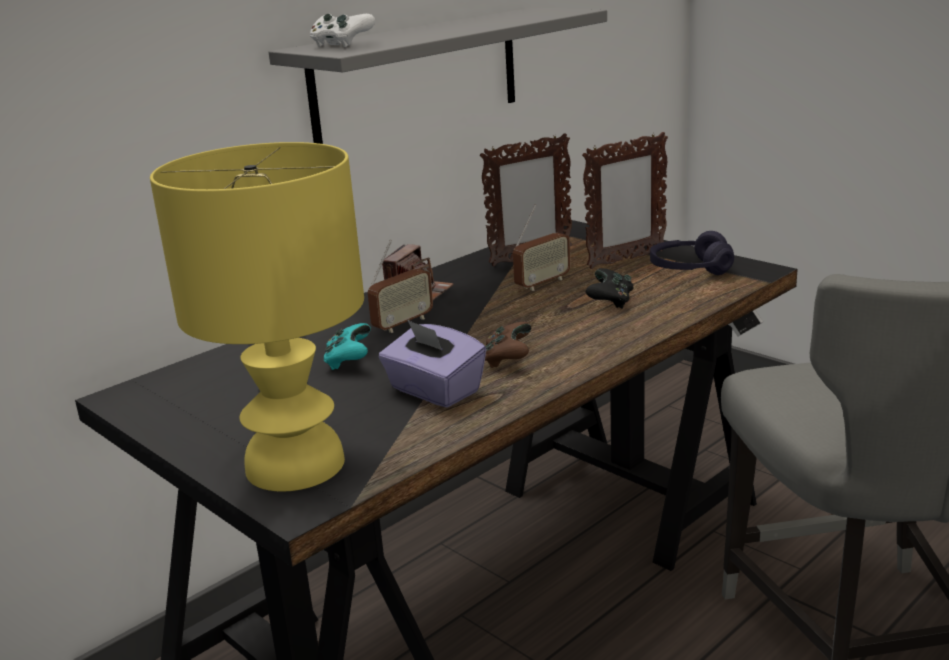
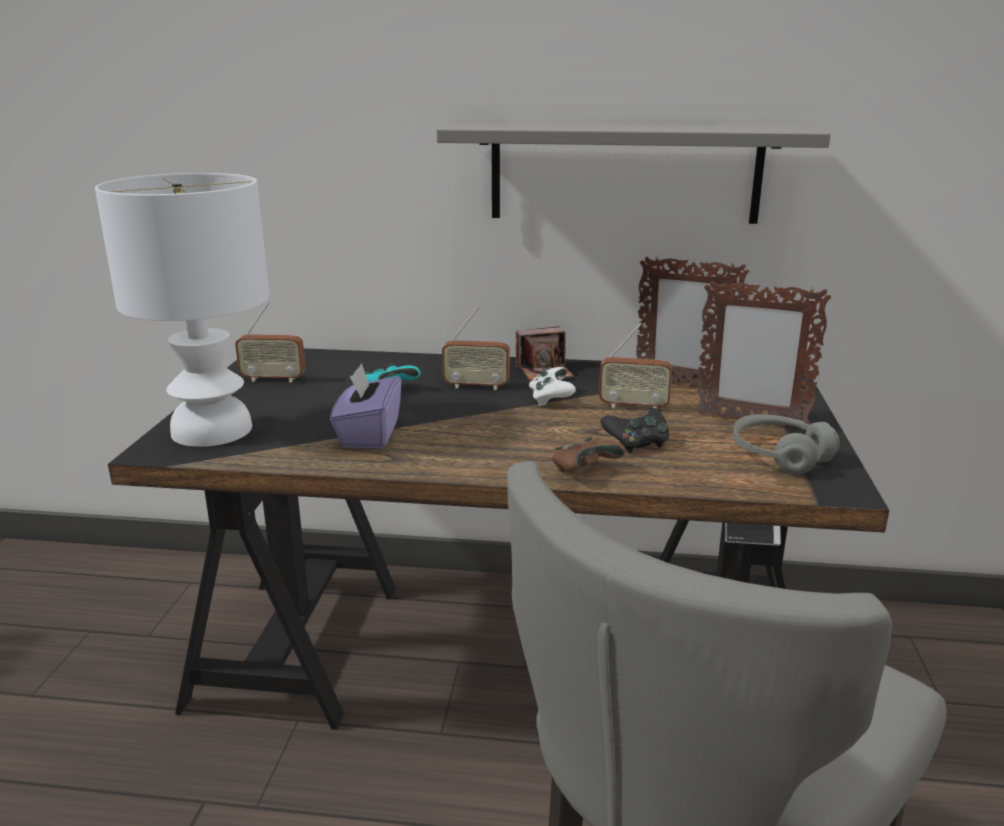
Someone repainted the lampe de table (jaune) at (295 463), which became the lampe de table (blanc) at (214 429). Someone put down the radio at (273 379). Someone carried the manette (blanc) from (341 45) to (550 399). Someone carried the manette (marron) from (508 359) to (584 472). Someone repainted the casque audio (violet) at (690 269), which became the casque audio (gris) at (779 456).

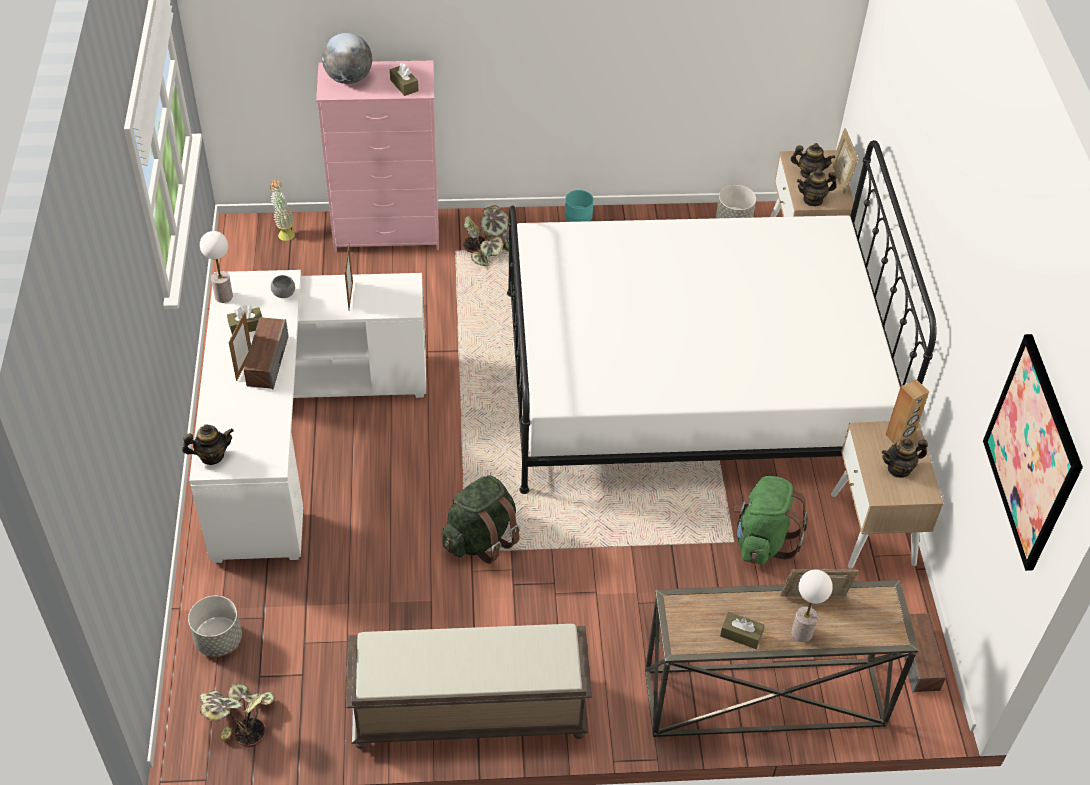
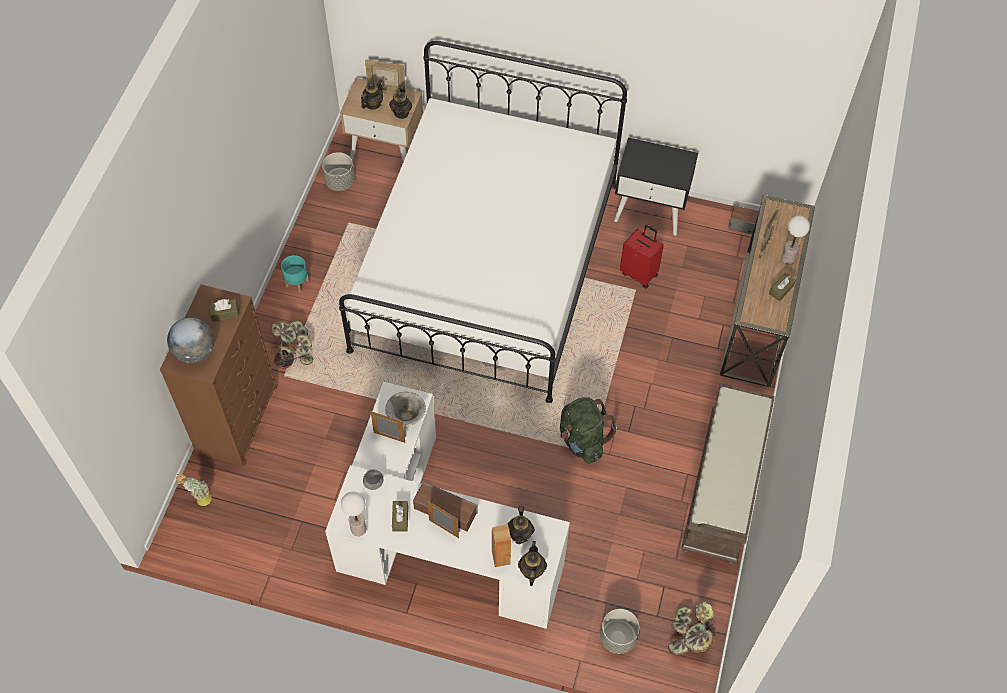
Someone repainted the commode (rose) at (388 232), which became the commode (marron) at (237 419). Someone put down the bol at (406 418). Someone carried the enceinte (marron) from (899 437) to (501 557). Someone carried the théière from (899 469) to (520 534). Someone repainted the table de chevet (beige) at (873 529), which became the table de chevet (noir) at (650 210). Someone swapped the sac à dos (vert) at (762 540) for the valise (rouge) at (639 273). Someone took away the tableau at (1032 452).

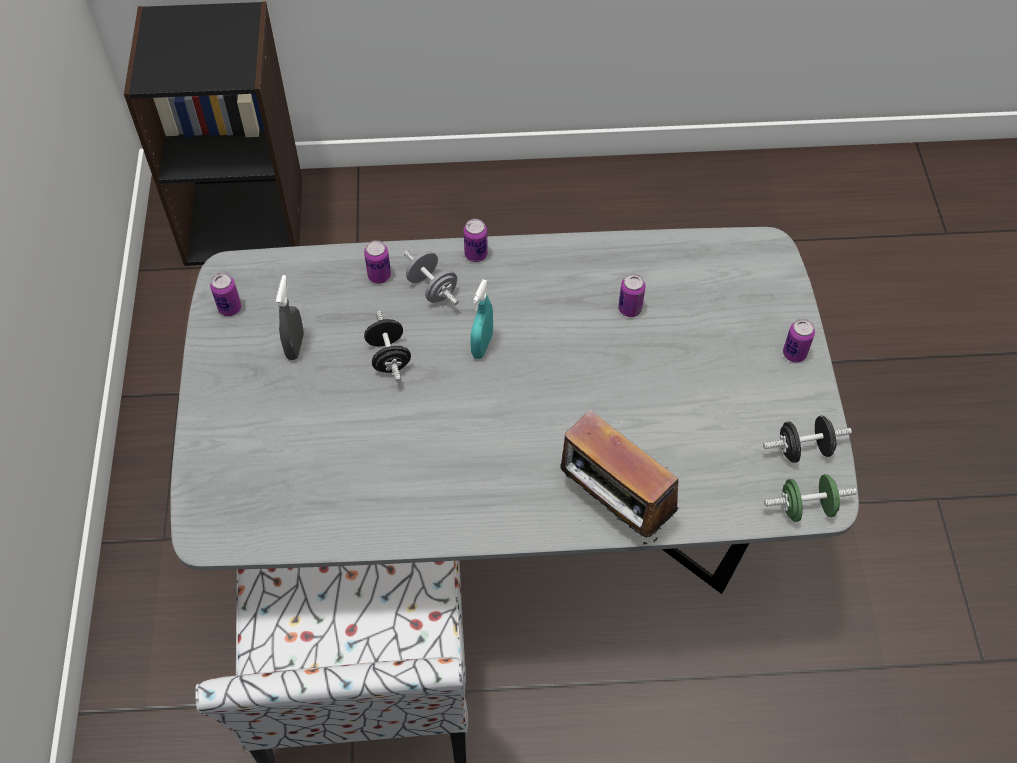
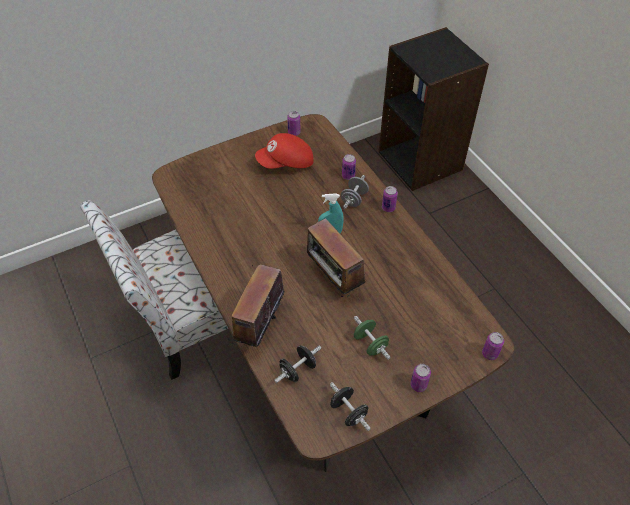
Someone repainted the table à manger (gris) at (509 518), which became the table à manger (marron) at (316 344). Someone swapped the vaporisateur (gris) at (295 346) for the casquette (rouge) at (286 163). Someone carried the haltère (noir) from (389 357) to (298 370). Someone put down the radio at (333 279). Someone carried the haltère (vert) from (806 508) to (370 344). Someone carried the boîte métallique from (630 309) to (489 353).

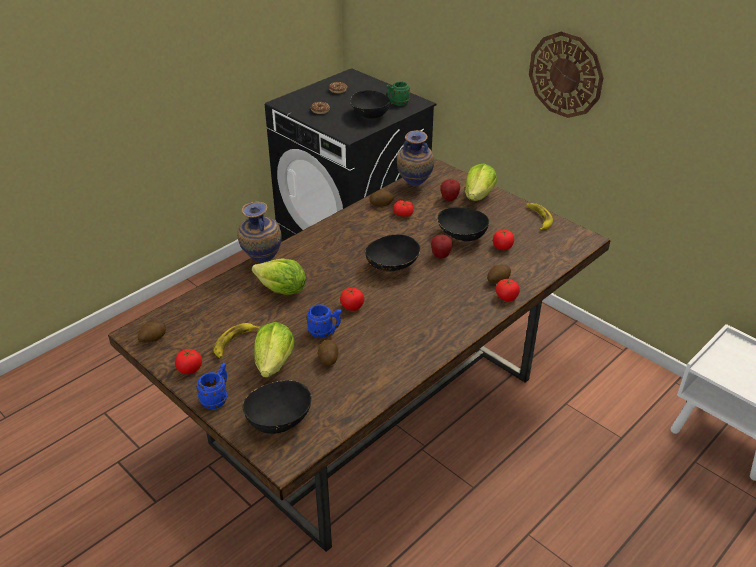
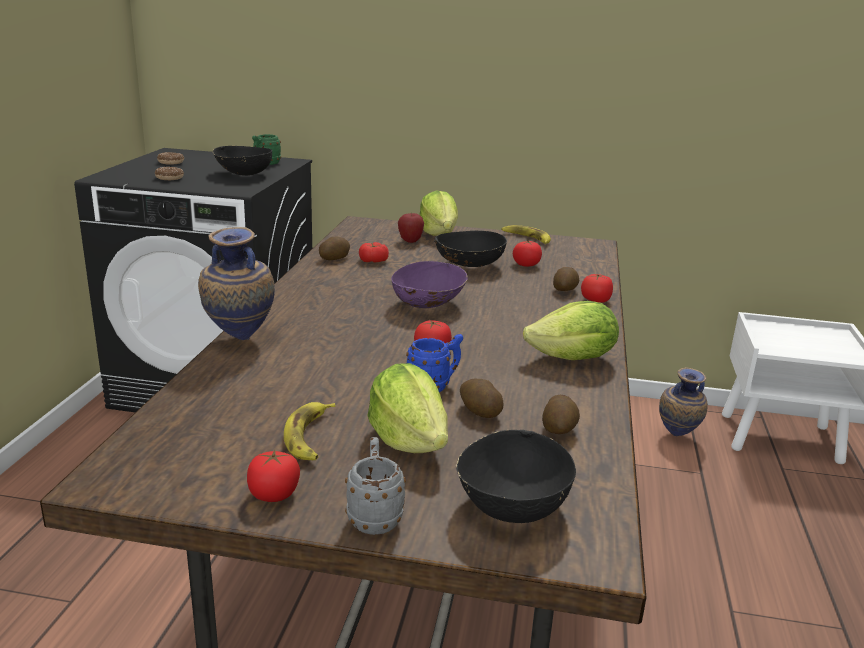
Someone repainted the mug (bleu) at (217 398), which became the mug (gris) at (374 516). Someone repainted the bol (noir) at (392 266), which became the bol (violet) at (428 305). Someone carried the laitue from (282 290) to (573 359). Someone carried the pomme de terre from (153 339) to (559 429). Someone carried the vase from (414 187) to (677 437). Someone took away the pomme at (441 256). Someone took away the horloge murale at (565 75).

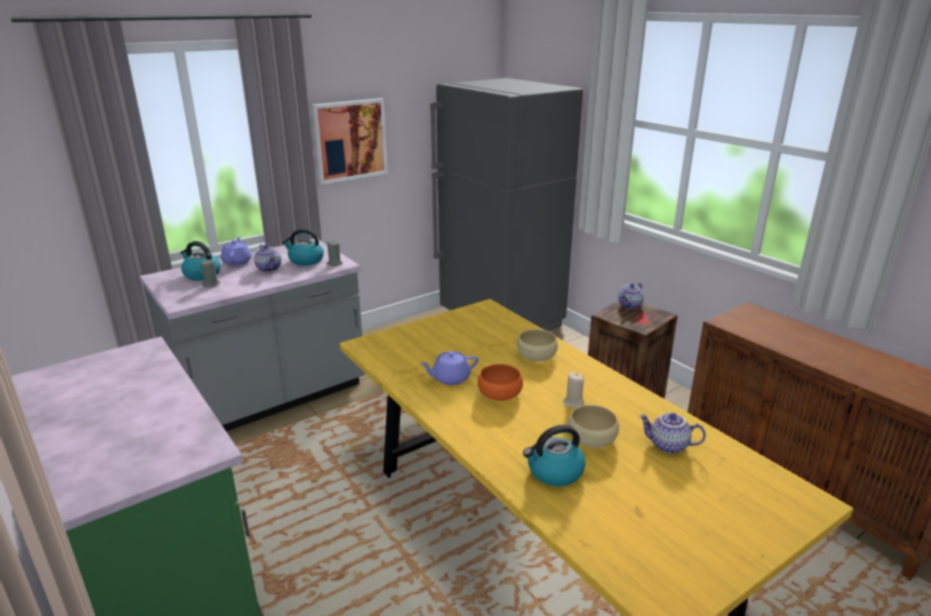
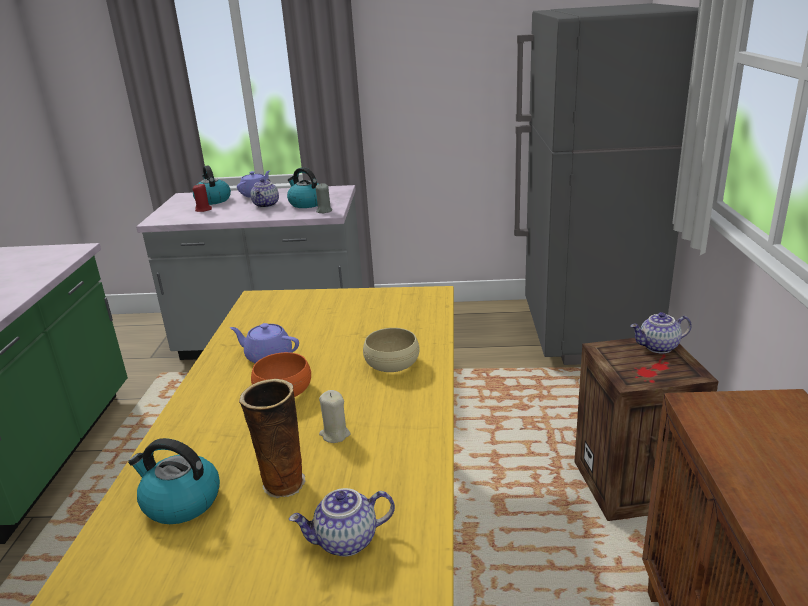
Someone repainted the bougie (gris) at (211 284), which became the bougie (rouge) at (203 209). Someone swapped the bol (beige) at (592 438) for the vase at (282 484). Someone rotated the théière at (668 446) by 75 degrees counterclockwise. Someone took away the tableau at (350 140).

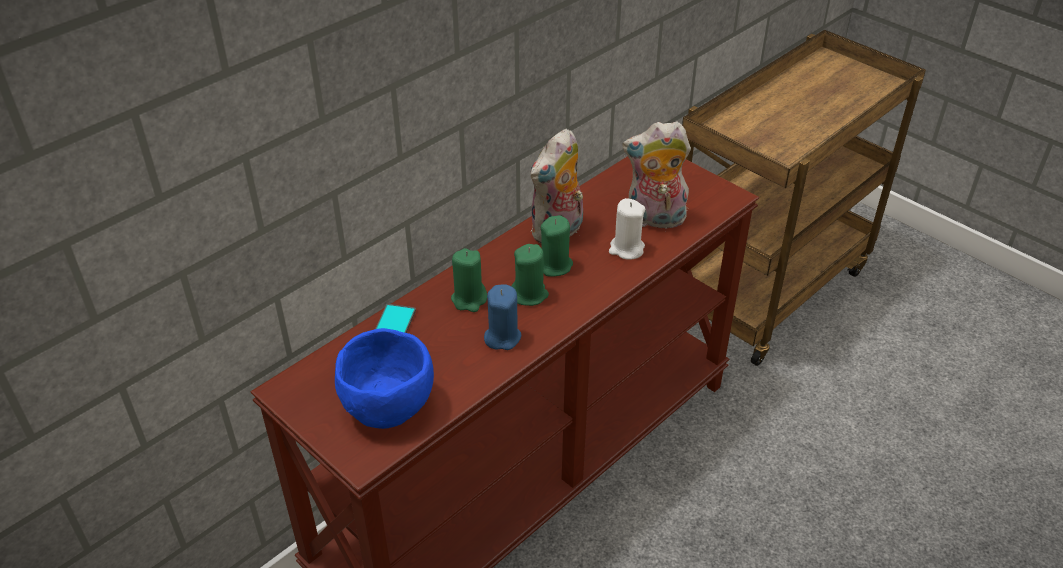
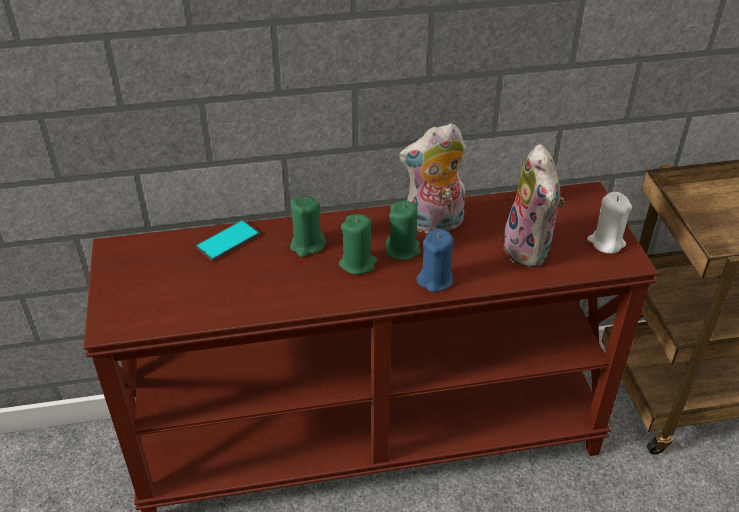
Someone carried the bougie (bleu) from (502 337) to (435 280). Someone rotated the peluche at (654 220) by 135 degrees counterclockwise. Someone carried the bougie (blanc) from (626 249) to (606 242). Someone took away the bol (bleu) at (389 405).

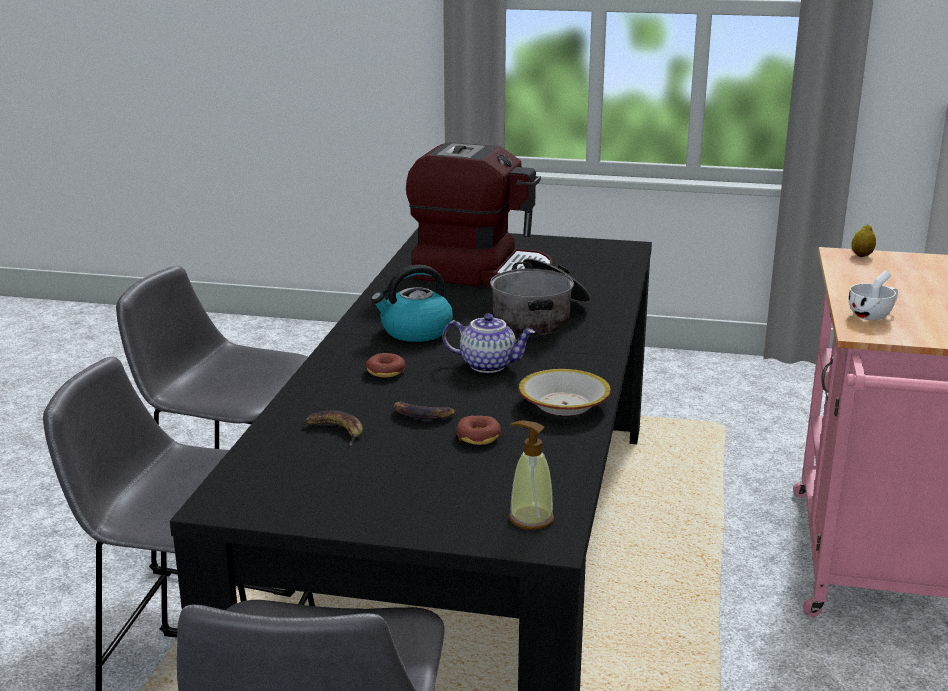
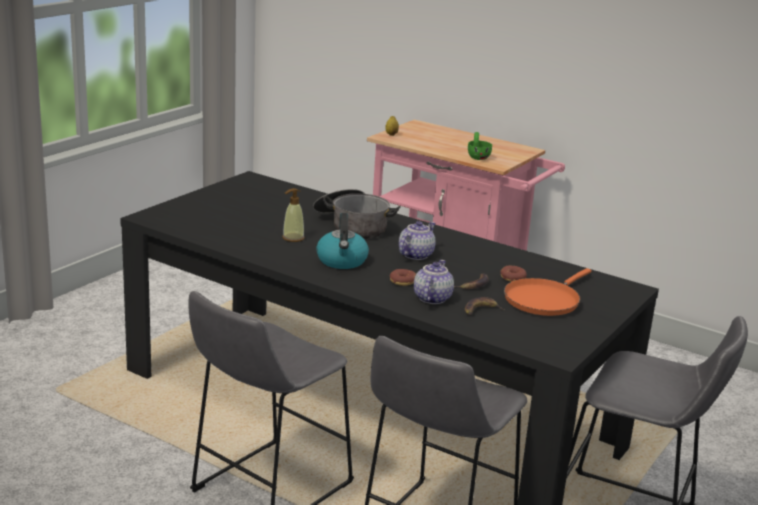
Someone carried the distributeur de savon from (530 518) to (293 238). Someone put down the théière at (431 298). Someone repainted the tasse (blanc) at (873 315), which became the tasse (vert) at (478 157). Someone put down the poêle (orange) at (544 300). Someone took away the machine à café at (481 272). Someone took away the bol at (564 405).

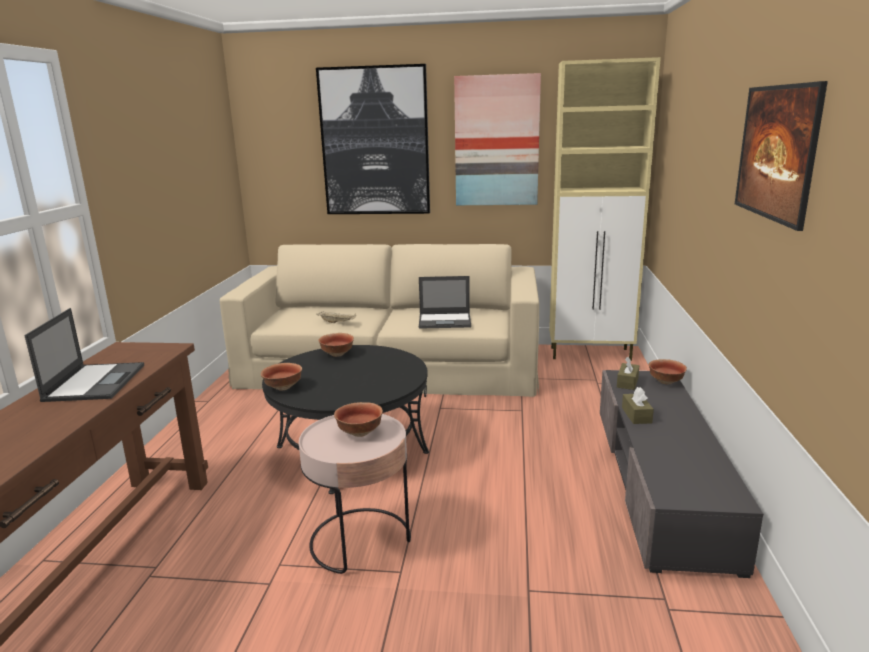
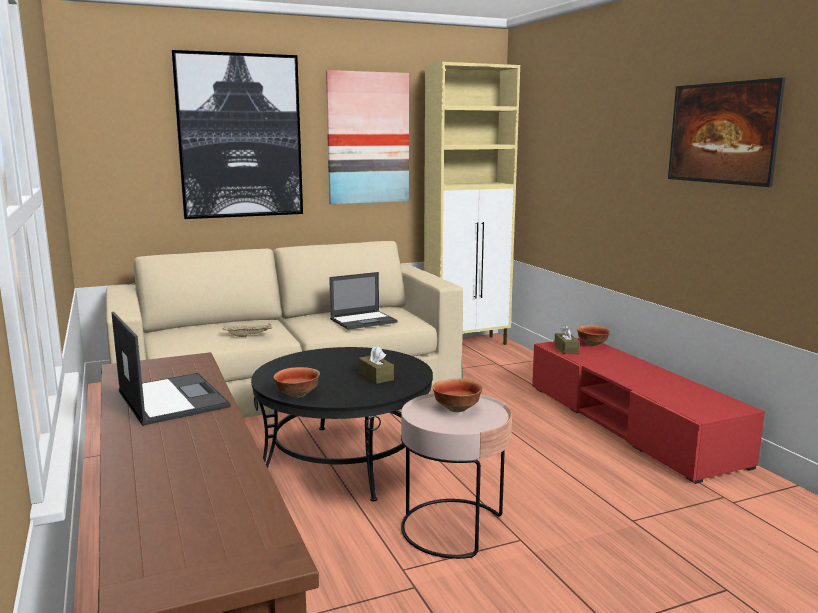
Someone carried the boîte à mouchoirs (marron) from (636 415) to (376 376). Someone repainted the meuble télé (gris) at (659 480), which became the meuble télé (rouge) at (629 423). Someone took away the bol at (338 354).

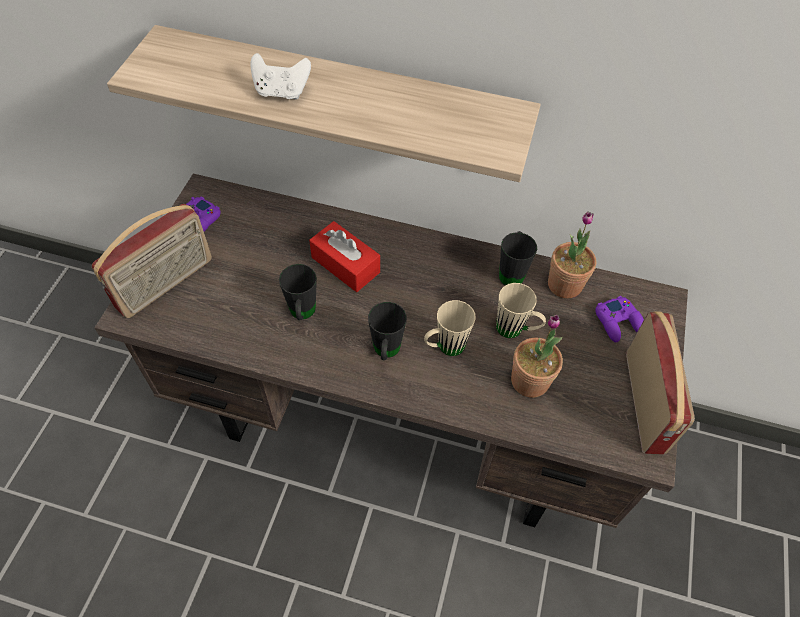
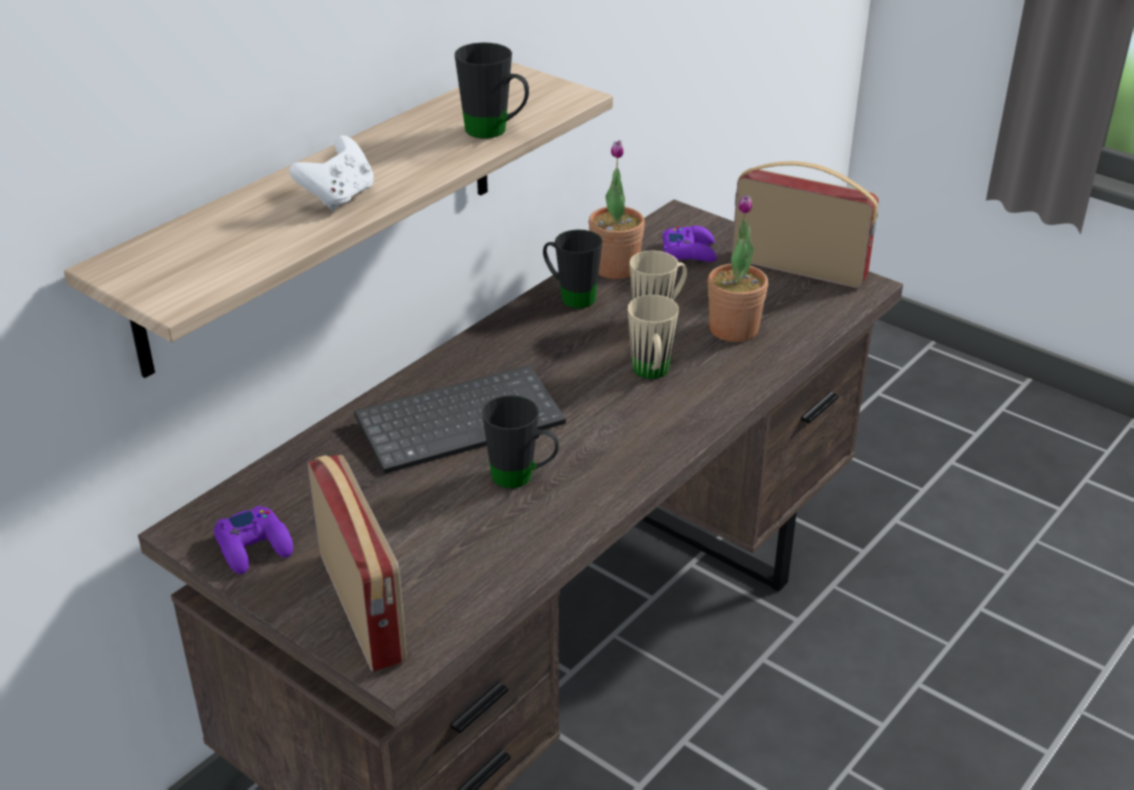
Someone swapped the boîte à mouchoirs (rouge) at (345 265) for the clavier at (461 420). Someone carried the mug (noir) from (386 353) to (495 132).

